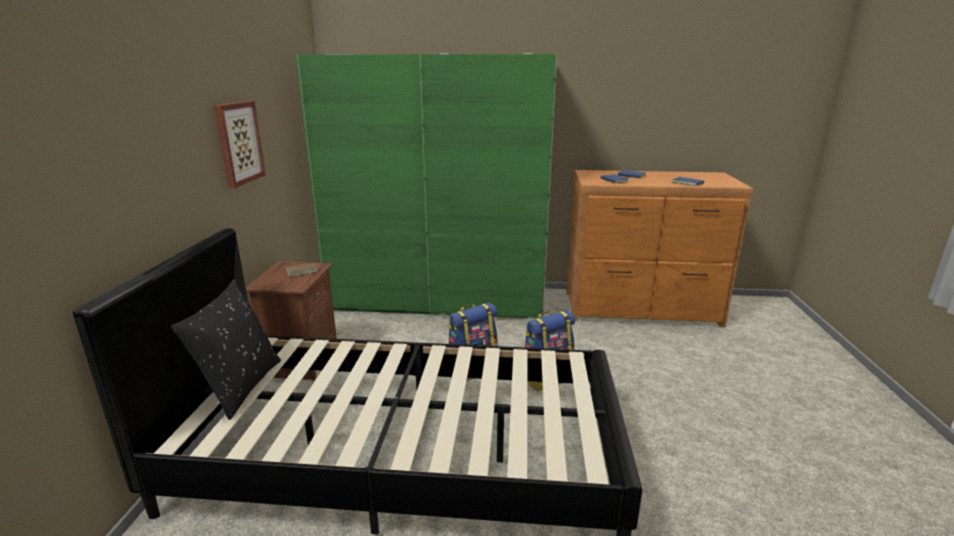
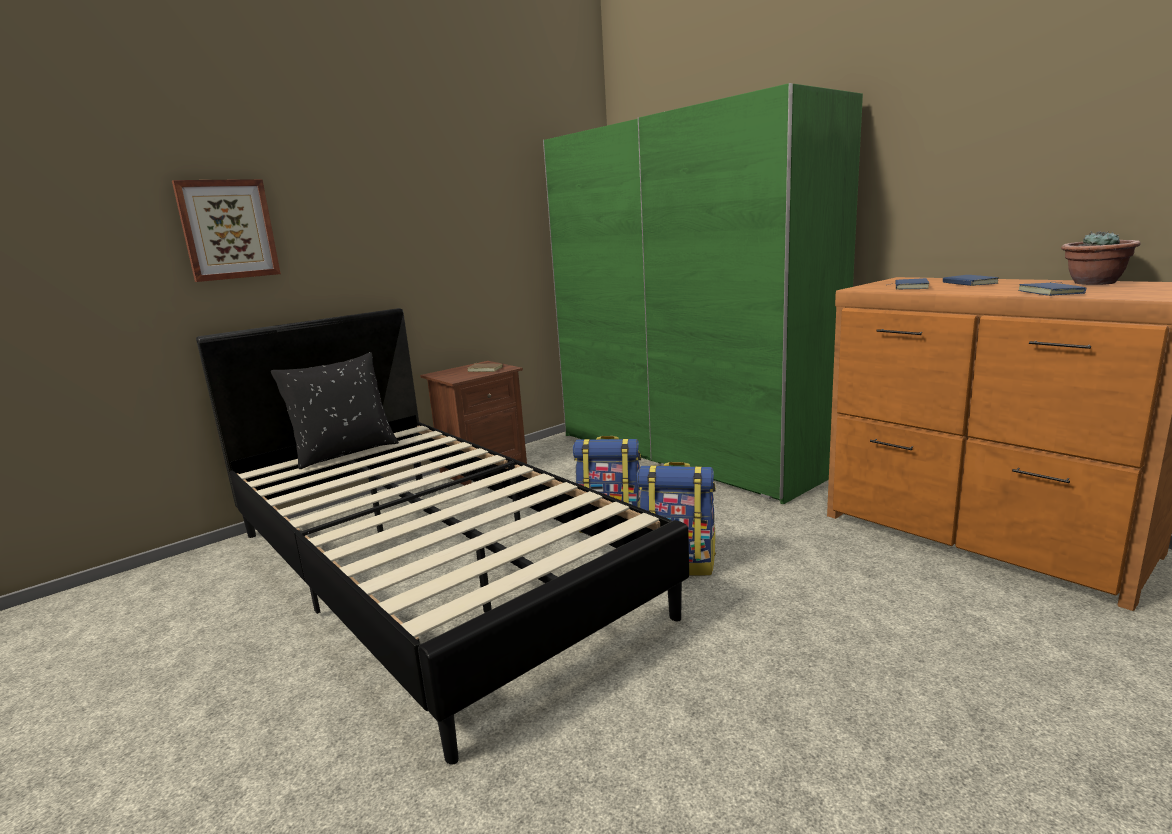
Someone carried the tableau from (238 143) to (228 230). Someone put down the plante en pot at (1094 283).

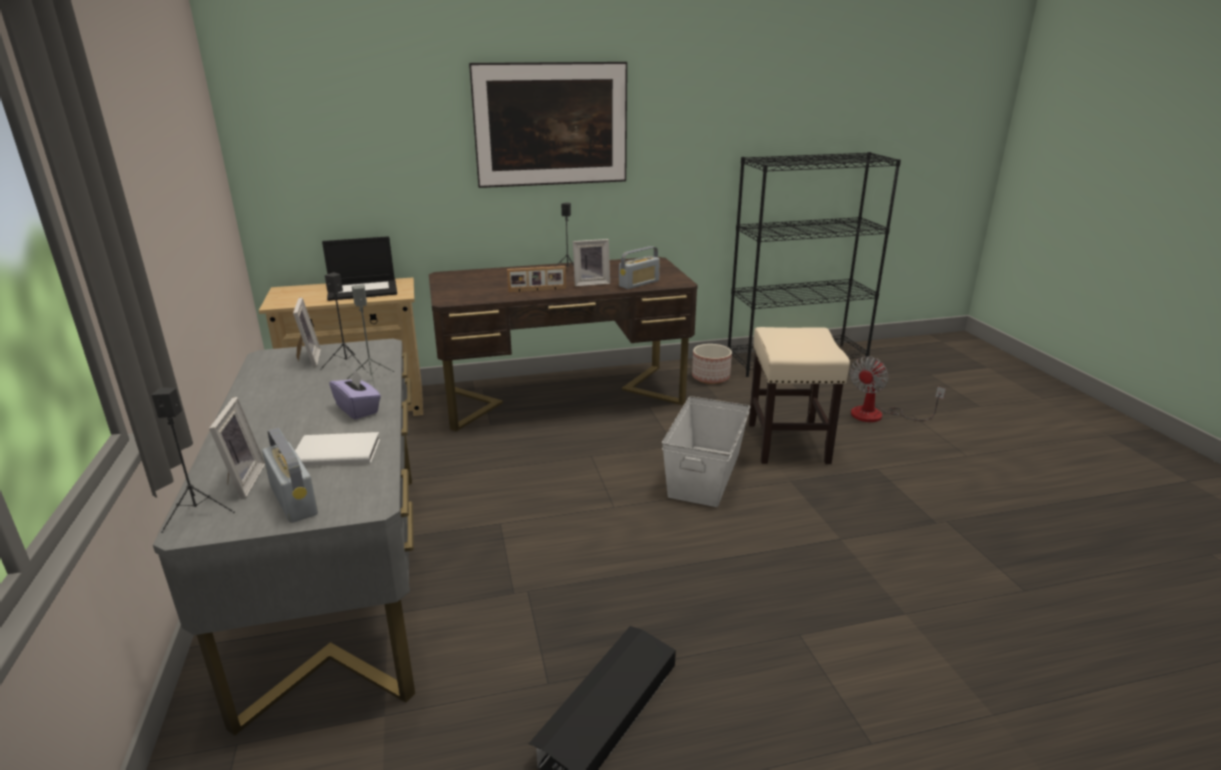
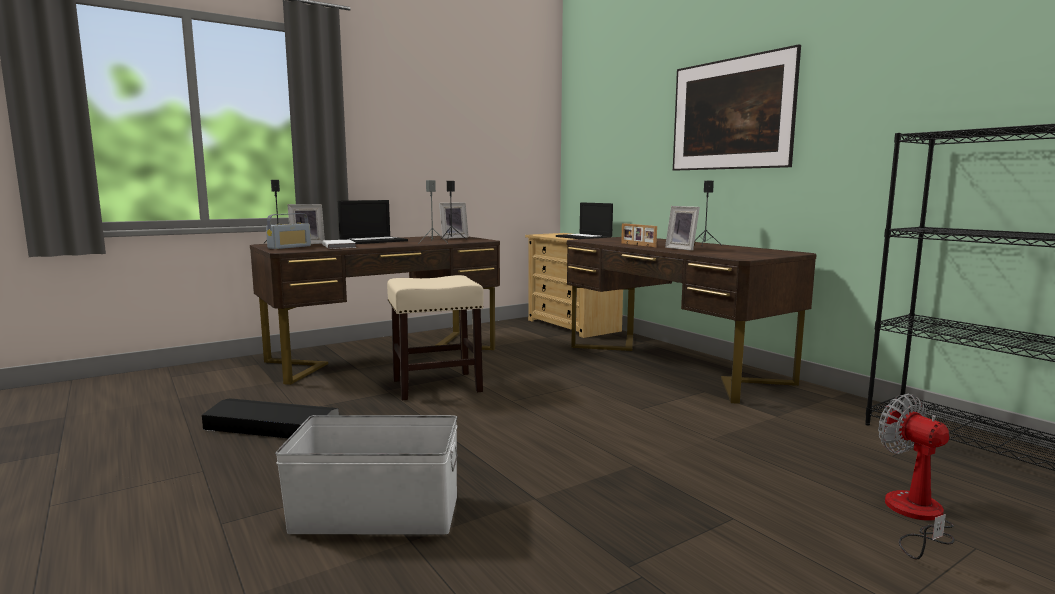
Someone repainted the bureau (gris) at (340 579), which became the bureau (marron) at (384 355). Someone carried the boîte de rangement (blanc) from (705 474) to (377 514). Someone put down the ordinateur portable at (374 241). Someone carried the tabouret (beige) from (788 443) to (435 386). Someone rotated the ventilateur at (878 415) by 45 degrees clockwise. Someone took away the boîte à mouchoirs (violet) at (358 409). Someone took away the radio at (639 283). Someone took away the cache-pot at (710 377).

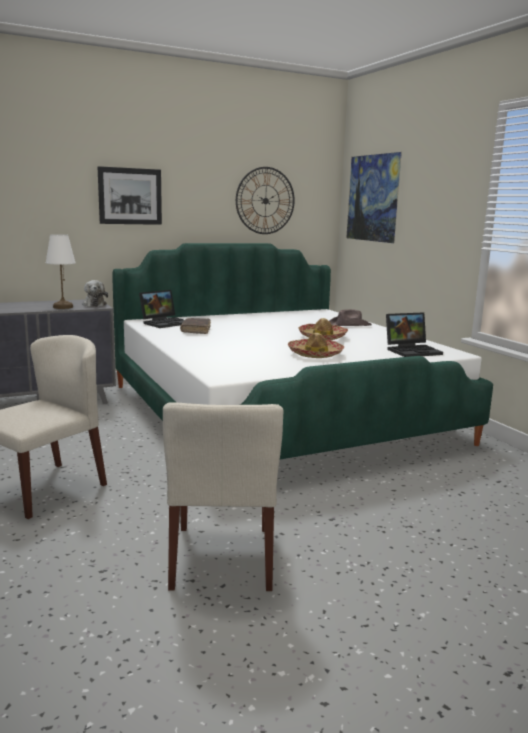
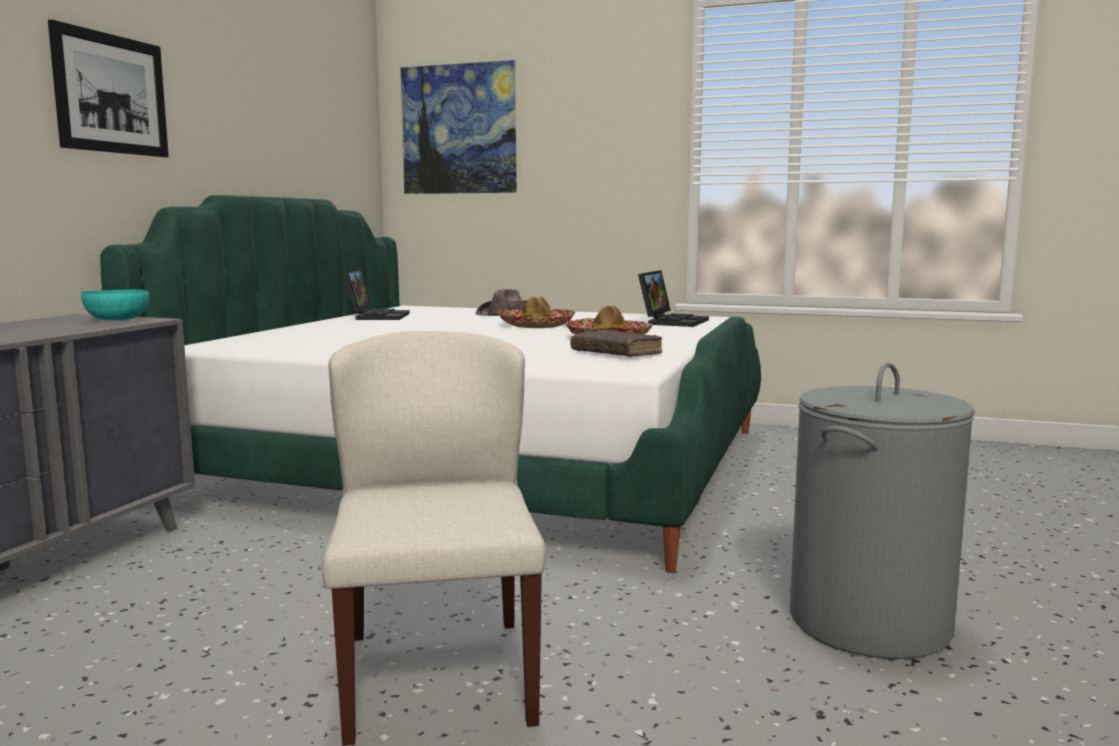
Someone swapped the peluche at (94 304) for the bol (turquoise) at (117 319). Someone carried the ordinateur portable from (165 323) to (376 316). Someone carried the livre (marron) from (196 330) to (616 353). Someone swapped the chaise (beige) at (223 558) for the panier à linge (gris) at (869 622). Someone took away the lampe de table (blanc) at (62 307). Someone took away the horloge murale at (265 201).

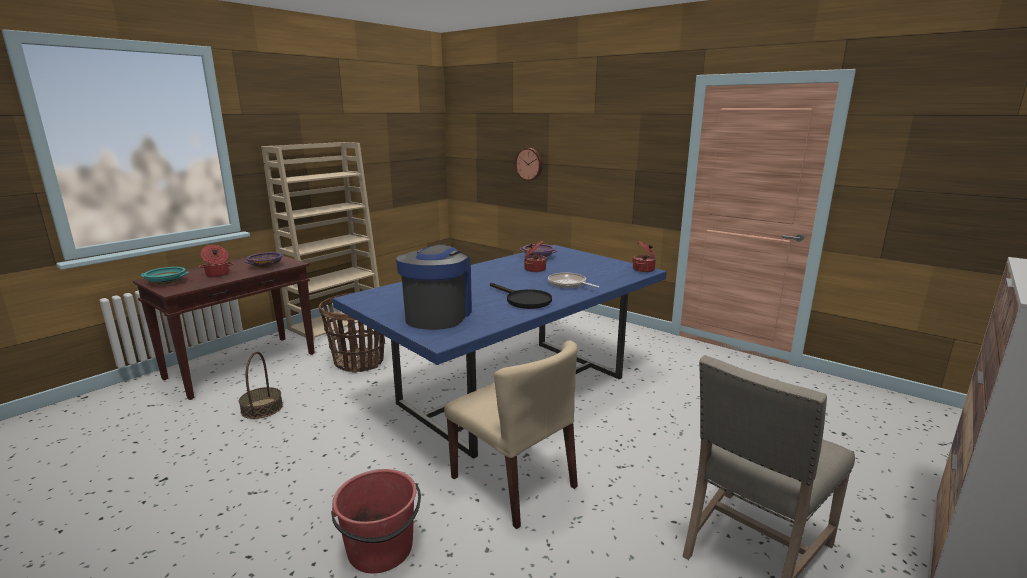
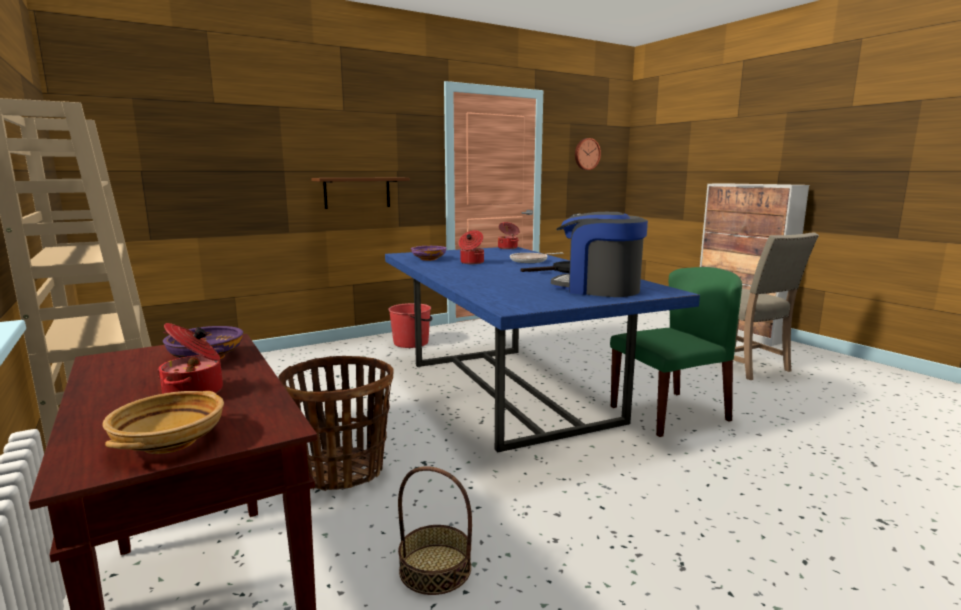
Someone repainted the bol (turquoise) at (166 282), which became the bol (beige) at (170 442). Someone put up the étagère (marron) at (357 192). Someone carried the seau (rouge) from (381 549) to (411 343). Someone carried the horloge murale from (529 164) to (586 154). Someone repainted the chaise (beige) at (514 482), which became the chaise (vert) at (669 413).

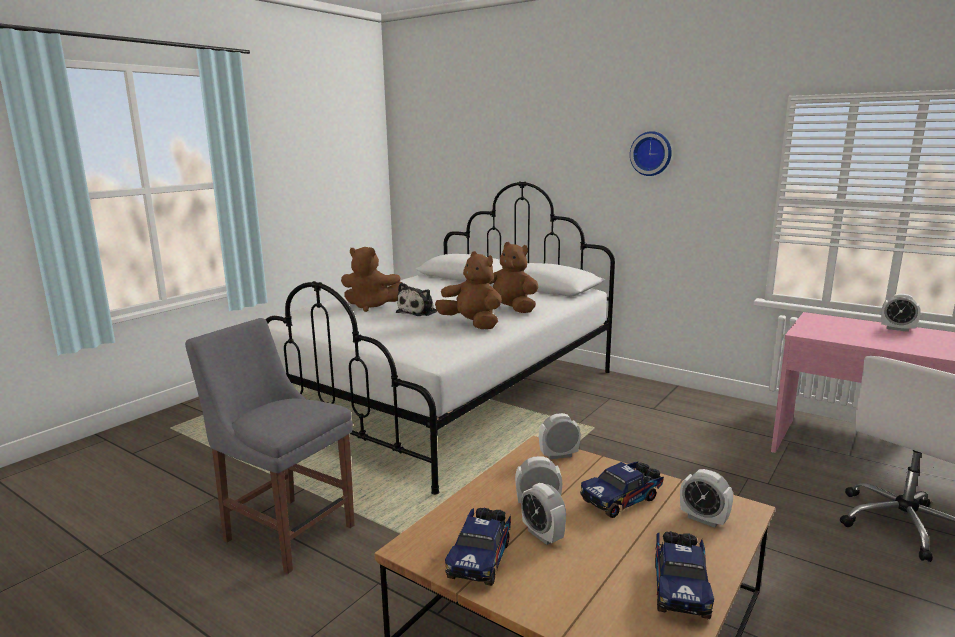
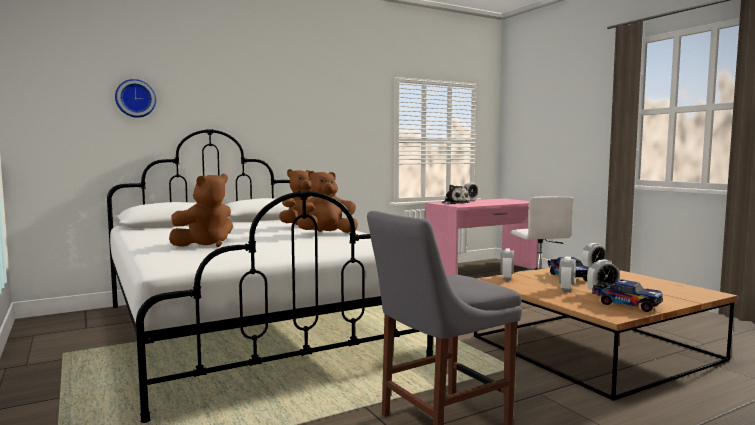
Someone carried the horloge murale from (651 153) to (135 98). Someone carried the peluche from (419 312) to (454 203). Someone took away the camion jouet at (680 586).

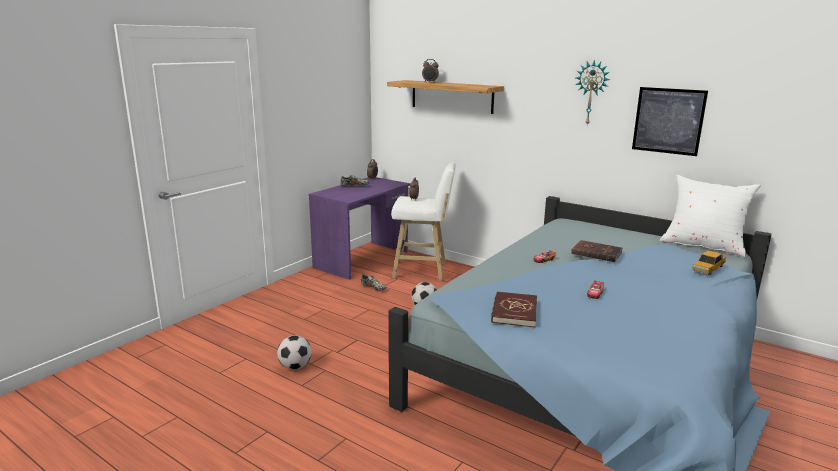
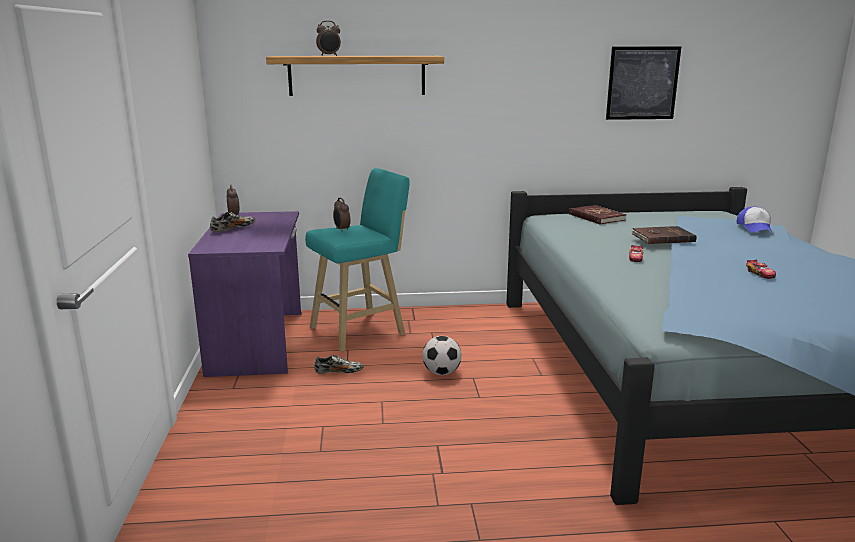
Someone repainted the tabouret (blanc) at (423 271), which became the tabouret (turquoise) at (361 330). Someone carried the livre (rouge) from (514 312) to (596 217). Someone swapped the petite voiture at (708 268) for the casquette at (755 228). Someone took away the ballon de foot at (295 366). Someone took away the horloge murale at (591 93). Someone took away the coussin (blanc) at (703 246).

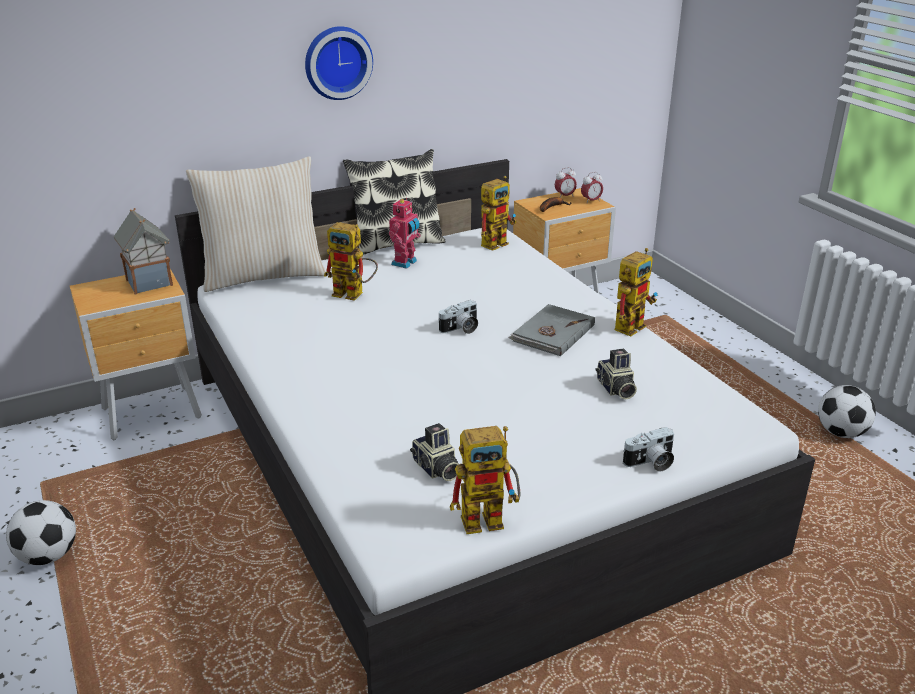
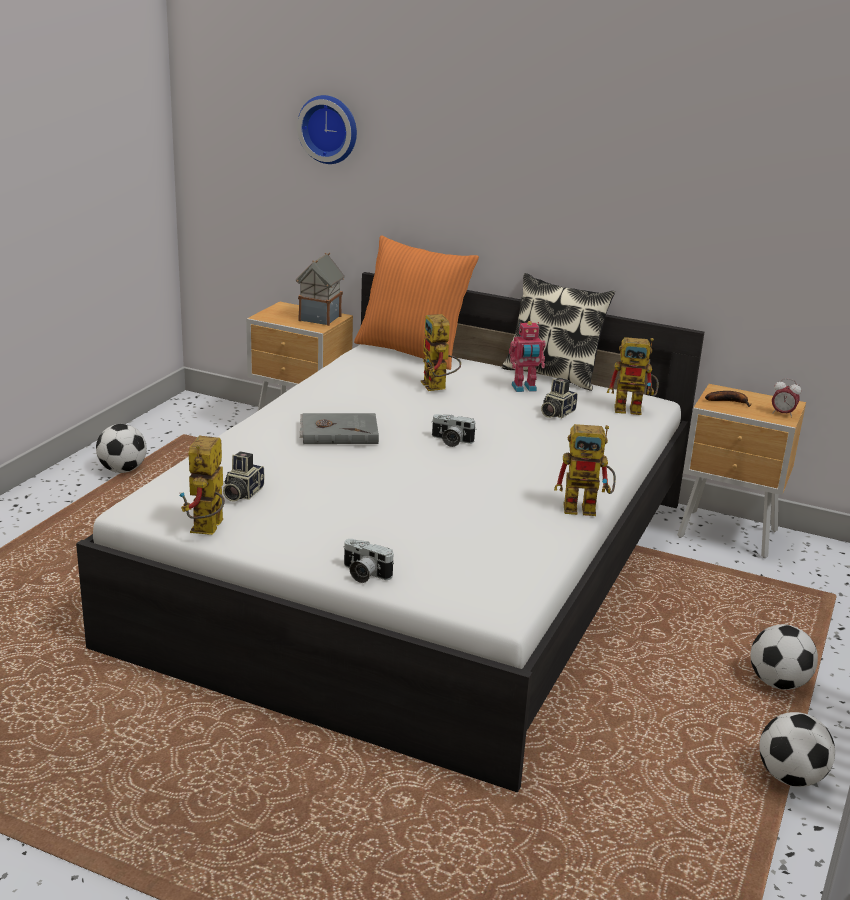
Someone rotated the robot jouet at (490 518) by 60 degrees clockwise. Someone carried the horloge murale from (337 62) to (329 129). Someone carried the livre (gris) from (552 333) to (338 432). Someone repainted the coussin (beige) at (263 275), which became the coussin (orange) at (412 351). Someone carried the appareil photo from (615 389) to (556 413). Someone put down the ballon de foot at (778 683). Someone took away the réveil at (564 196).

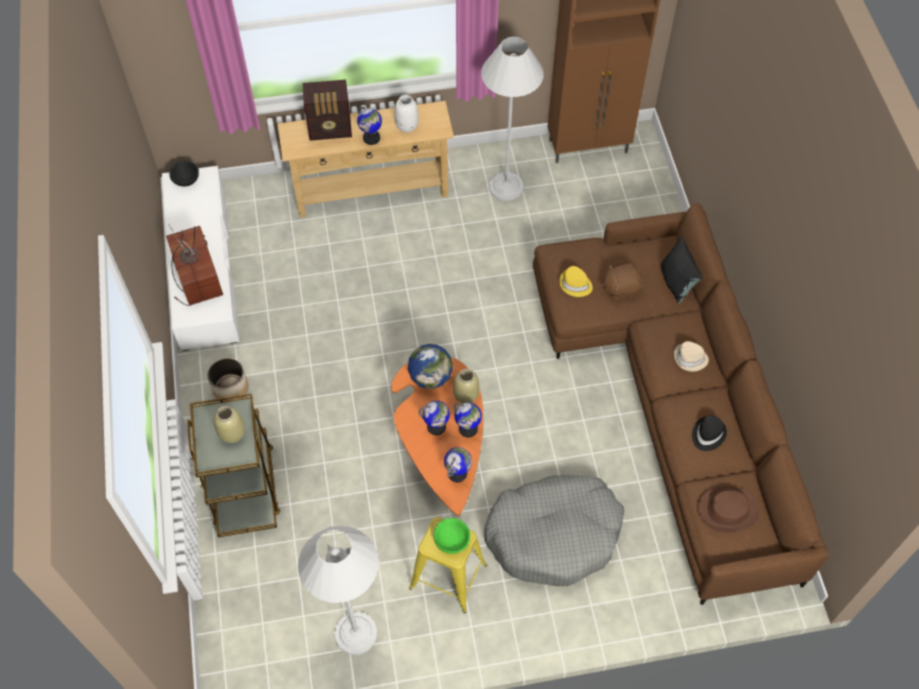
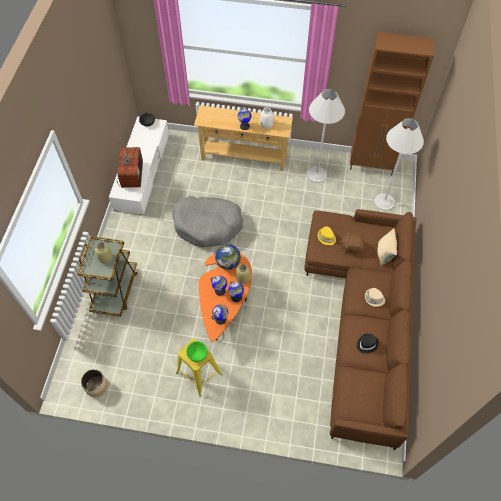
Someone carried the cache-pot from (230 388) to (96 386). Someone carried the panier pour chien (gris) from (554 534) to (208 225). Someone carried the lampadaire (blanc) from (355 633) to (384 202). Someone repainted the coussin (noir) at (676 282), which became the coussin (beige) at (384 253). Someone took away the radio at (331 129). Someone took away the chapeau (marron) at (727 510).

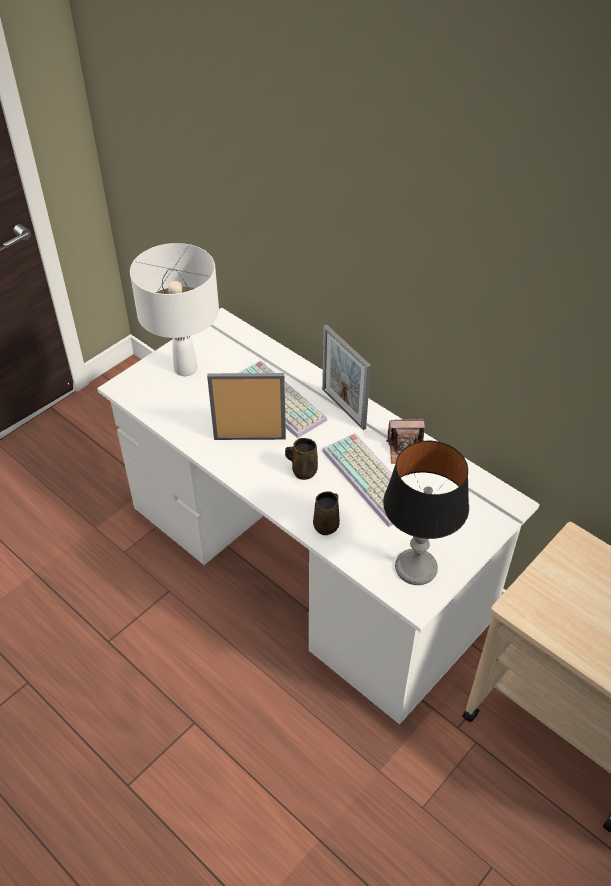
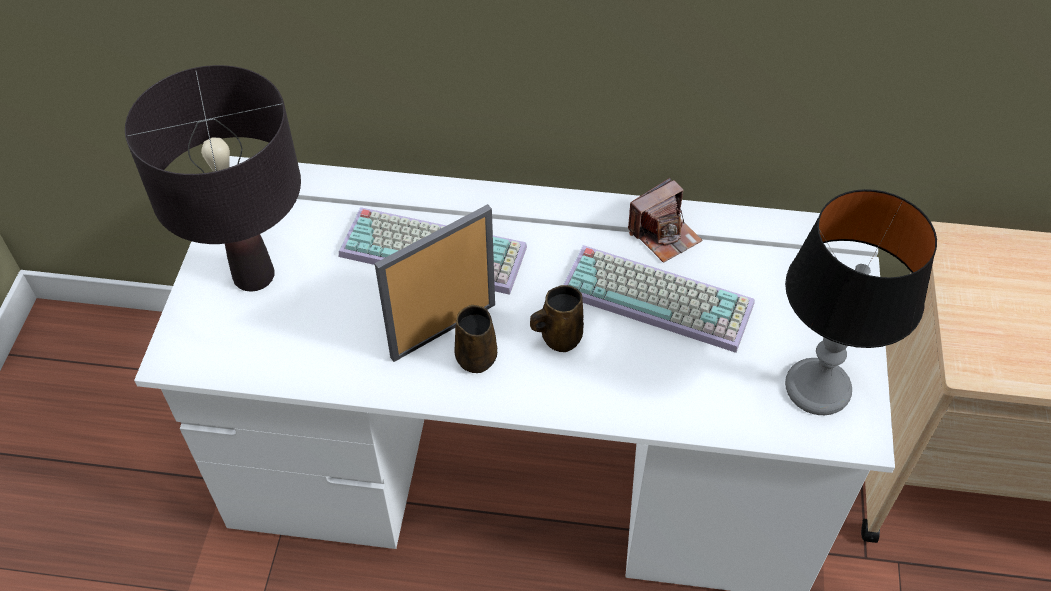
Someone repainted the lampe de table (blanc) at (186 369), which became the lampe de table (noir) at (254 276). Someone carried the mug (marron) from (327 525) to (476 356). Someone took away the cadre photo at (343 408).

